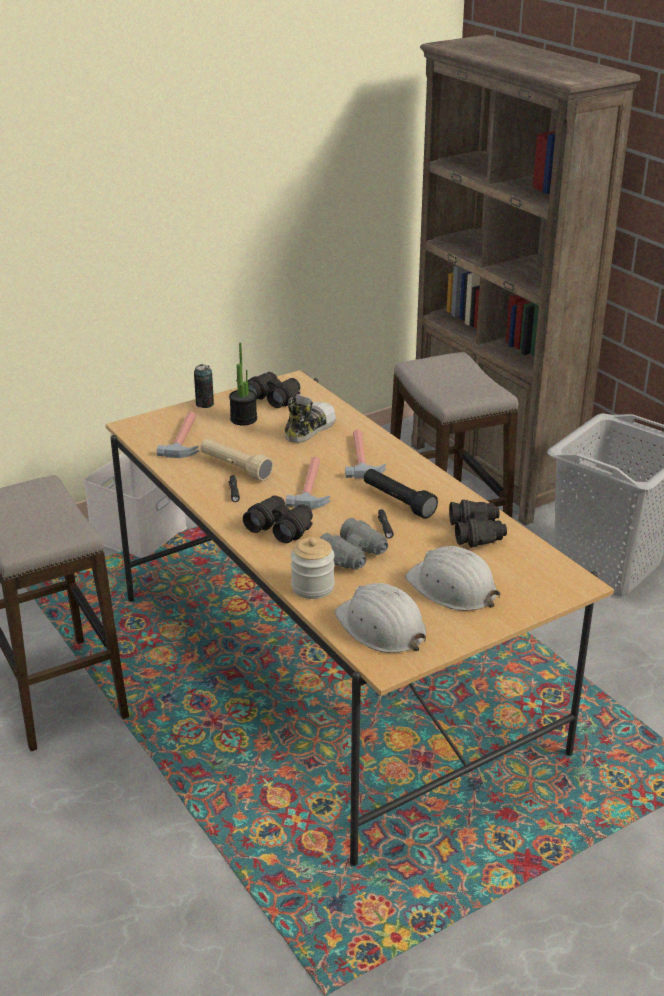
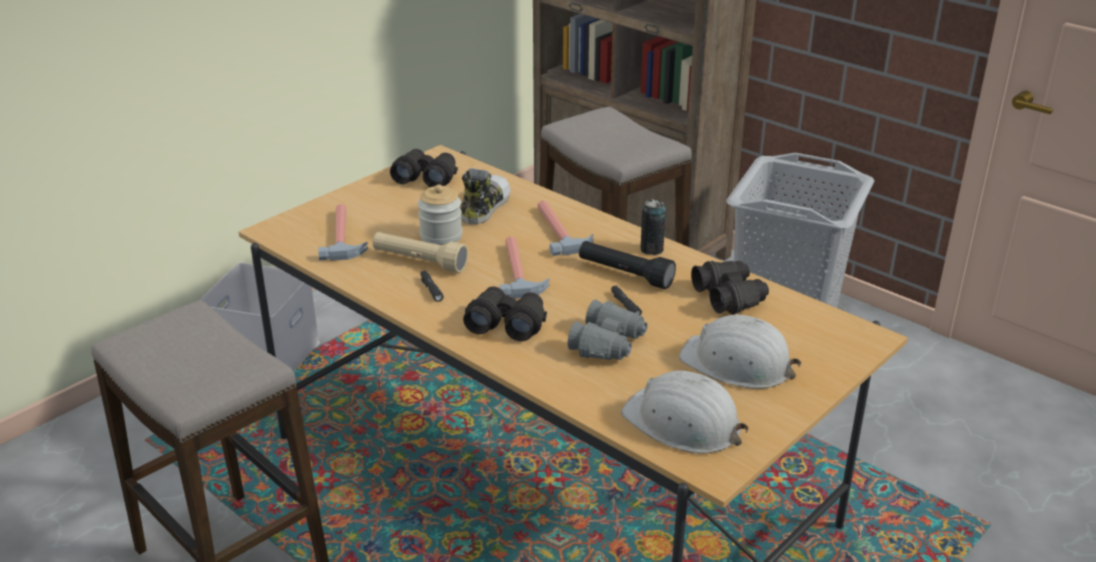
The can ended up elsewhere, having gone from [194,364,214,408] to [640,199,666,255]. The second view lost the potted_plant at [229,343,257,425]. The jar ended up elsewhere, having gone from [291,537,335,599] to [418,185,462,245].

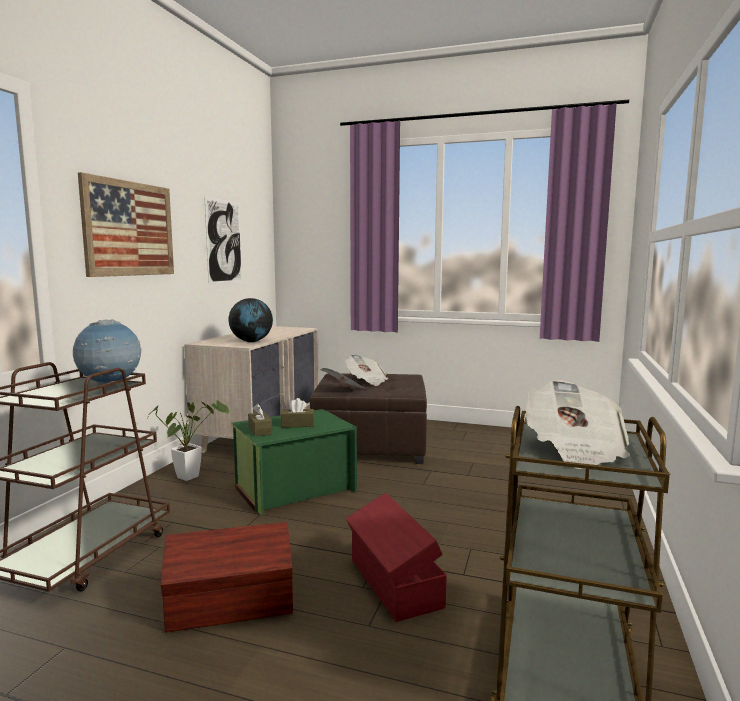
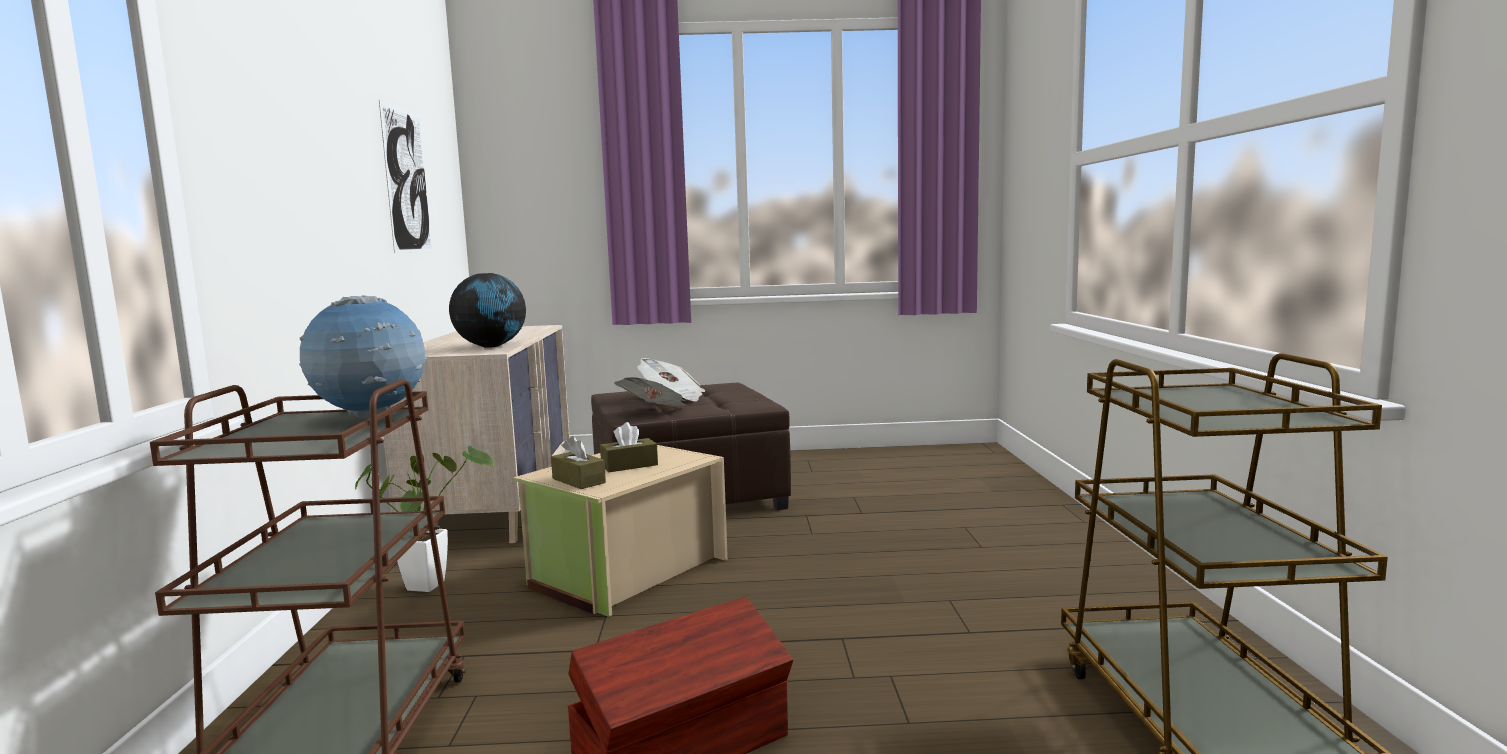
The second view lost the picture at [78,172,174,277]. What was the green_storage_box at [231,409,357,515] turned into the beige_storage_box at [513,445,728,617]. The second view lost the red_storage_box at [346,493,447,622]. The second view lost the newspaper at [524,380,630,469].

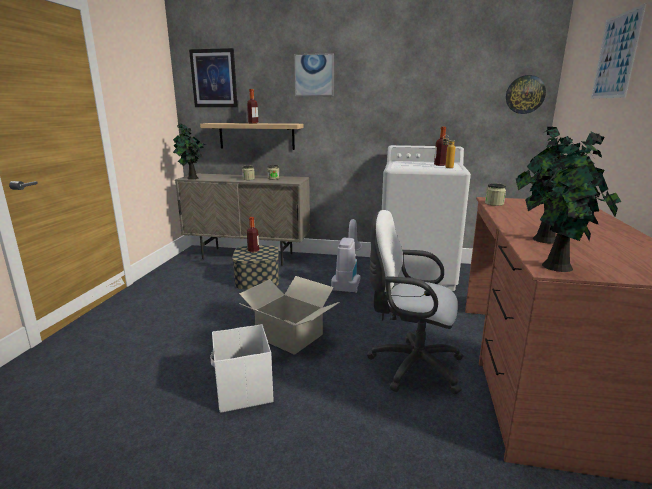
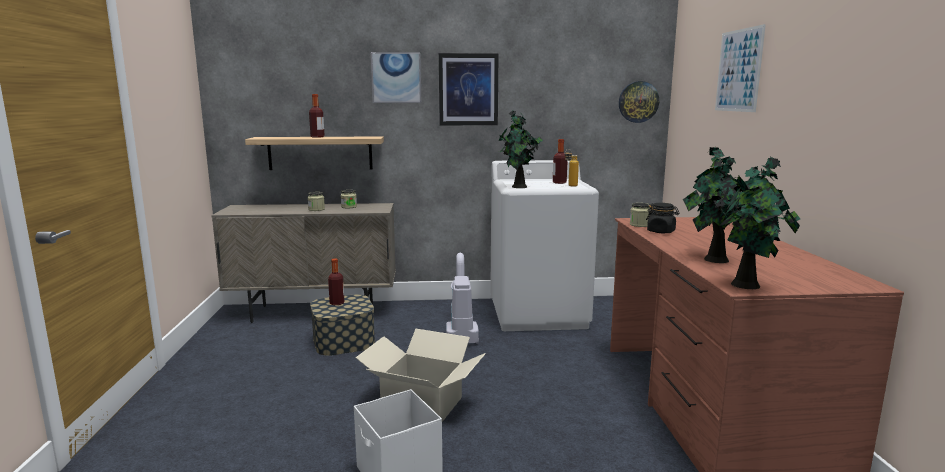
The potted_plant ended up elsewhere, having gone from [173,124,206,180] to [499,110,543,188]. The picture ended up elsewhere, having gone from [189,48,238,107] to [439,53,499,125]. The second view lost the white_office_chair at [367,210,463,394]. The second view gained the black_jar at [646,203,680,233].

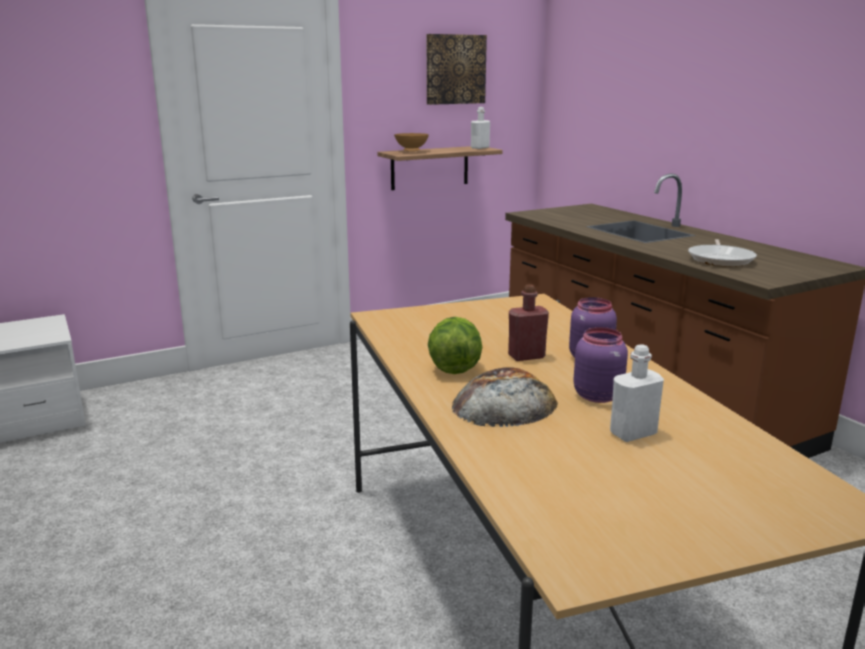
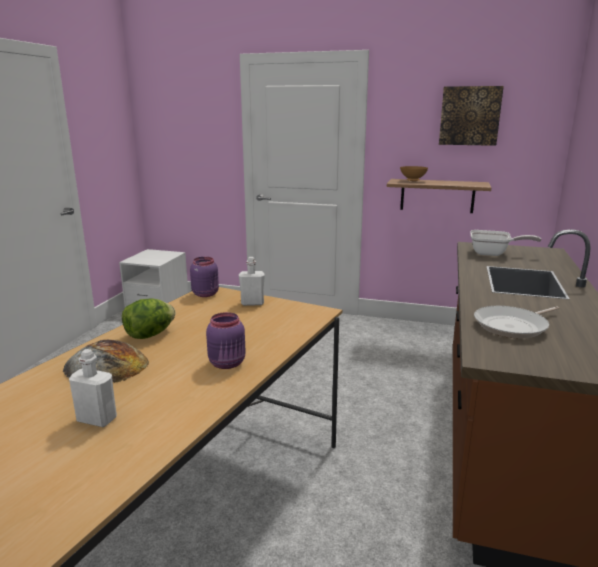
The white_bottle ended up elsewhere, having gone from [471,107,490,149] to [239,257,265,306]. The second view lost the red_bottle at [508,284,549,361]. The purple_jar ended up elsewhere, having gone from [573,327,628,403] to [190,257,219,297]. The second view gained the frying_pan at [470,230,541,256].

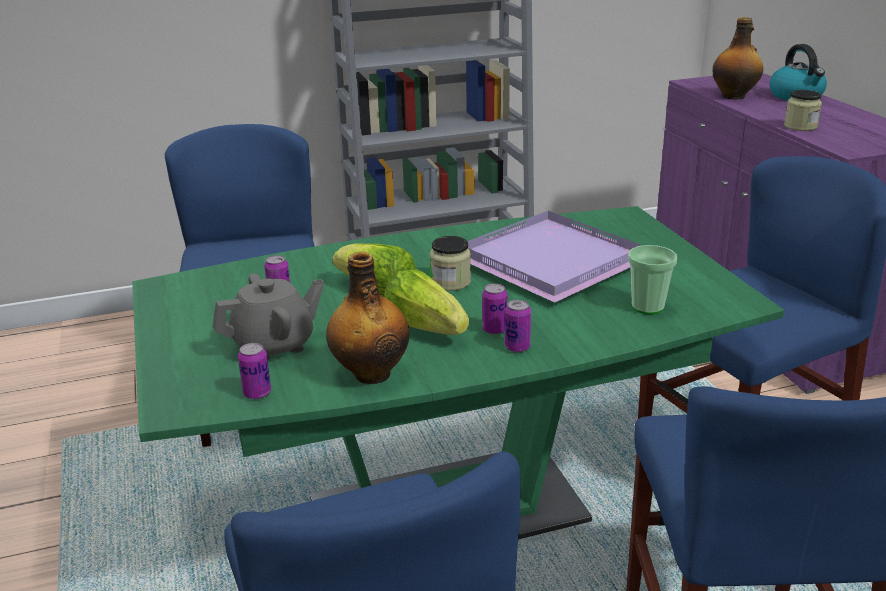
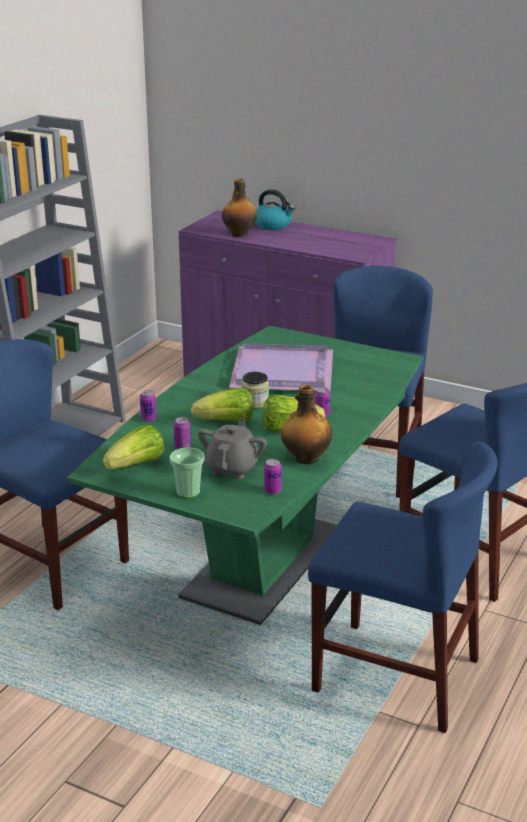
The can ended up elsewhere, having gone from [505,300,531,353] to [140,390,157,422]. The cup ended up elsewhere, having gone from [628,245,677,314] to [169,447,205,499]. The second view lost the jar at [784,90,822,131]. The second view gained the lettuce at [103,425,164,470].

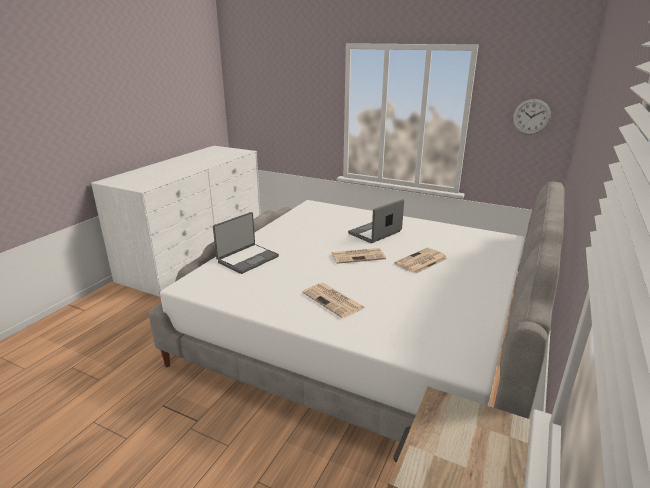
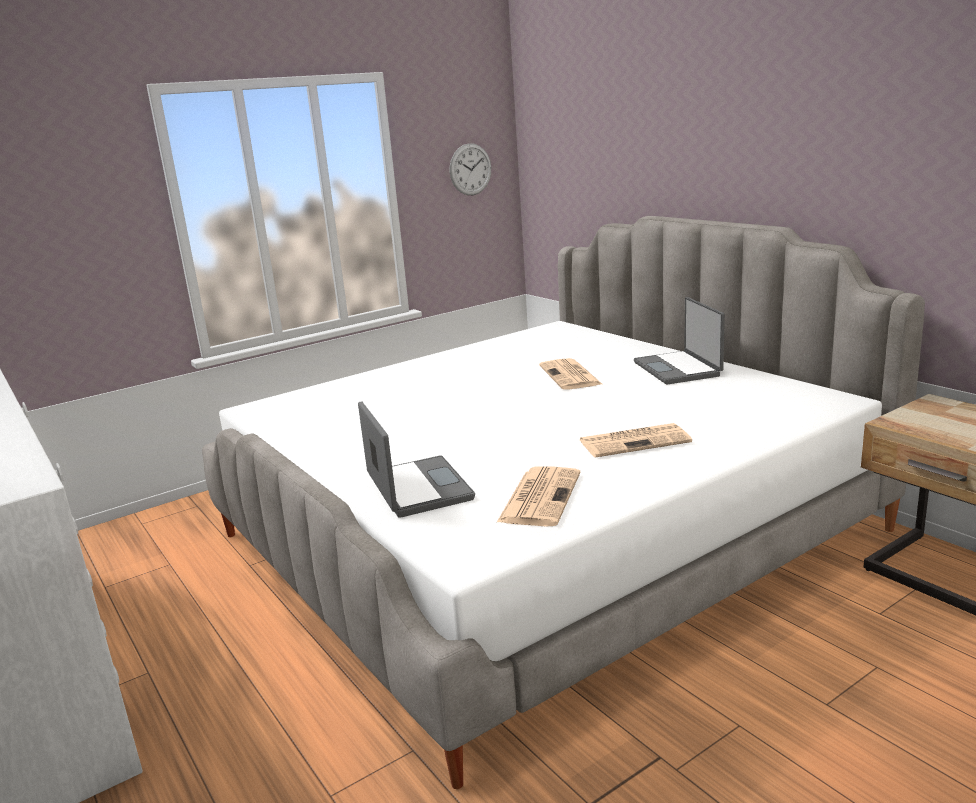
The newspaper ended up elsewhere, having gone from [331,248,386,264] to [496,466,580,526]. The laptop ended up elsewhere, having gone from [348,199,404,243] to [634,297,725,384].

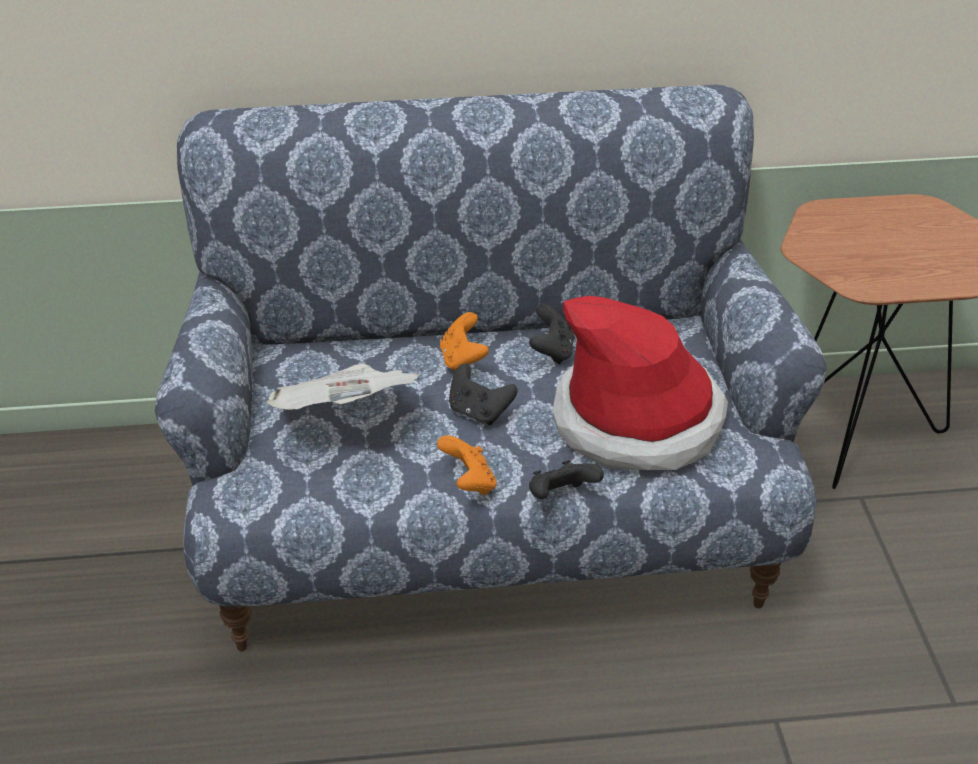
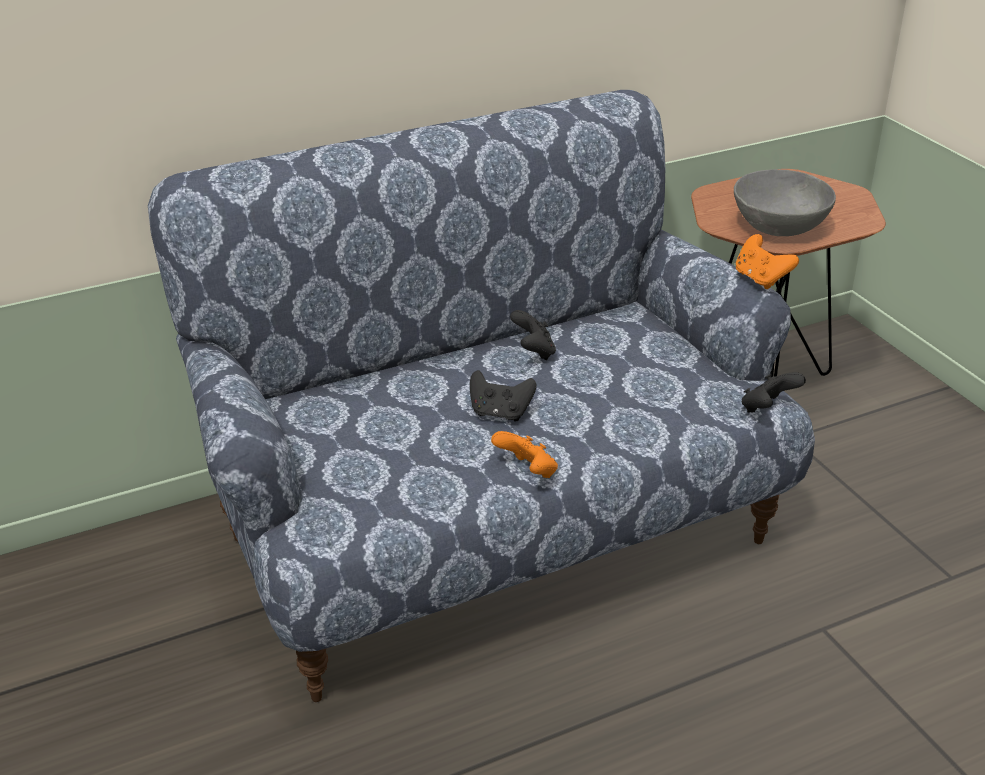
The second view lost the newspaper at [267,364,421,410]. The orange_game_controller ended up elsewhere, having gone from [440,312,489,371] to [736,234,799,289]. The black_game_controller ended up elsewhere, having gone from [529,460,604,499] to [742,372,806,413]. The second view lost the hat at [553,296,728,470]. The second view gained the grey_bowl at [734,169,836,236].

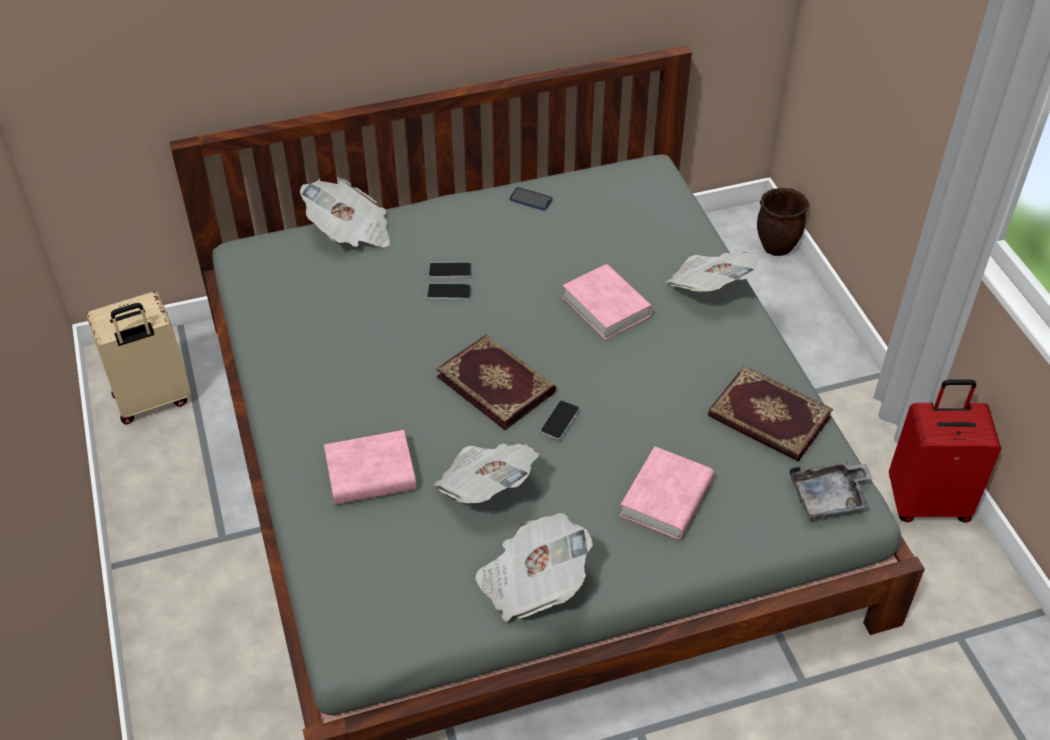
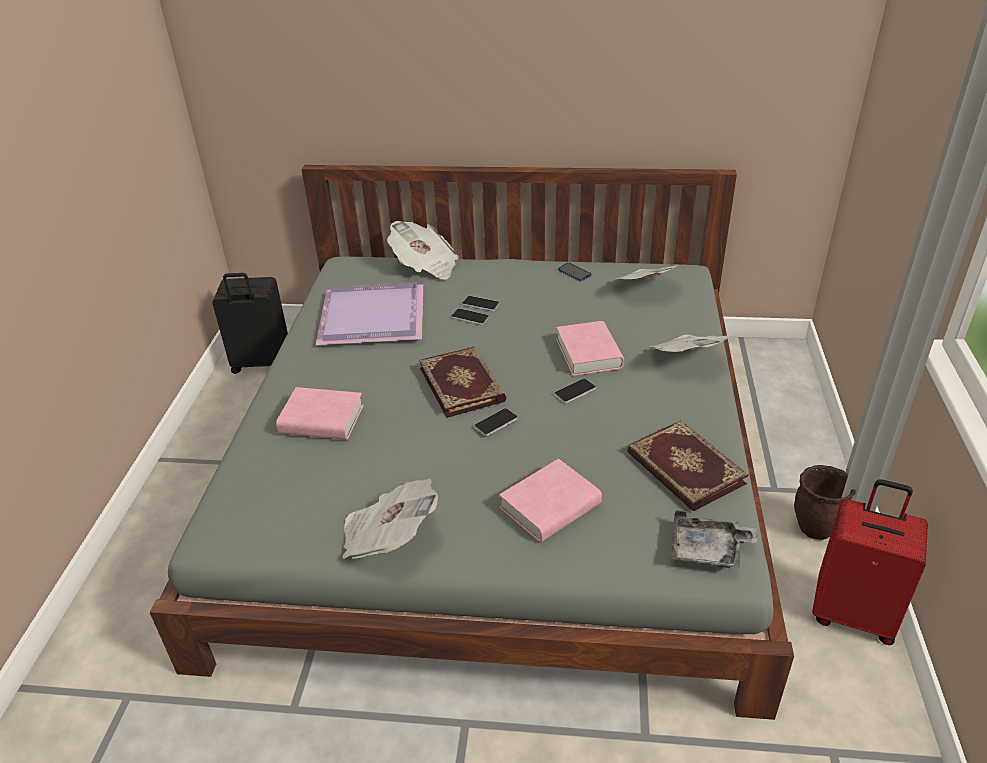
What was the beige_suitcase at [86,292,191,424] turned into the black_suitcase at [212,273,288,374]. The newspaper ended up elsewhere, having gone from [434,443,539,503] to [611,265,681,280]. The brown_planter ended up elsewhere, having gone from [757,188,809,256] to [794,465,856,540]. The second view gained the purple_tray at [316,282,423,345]. The second view gained the phone at [554,378,596,403].

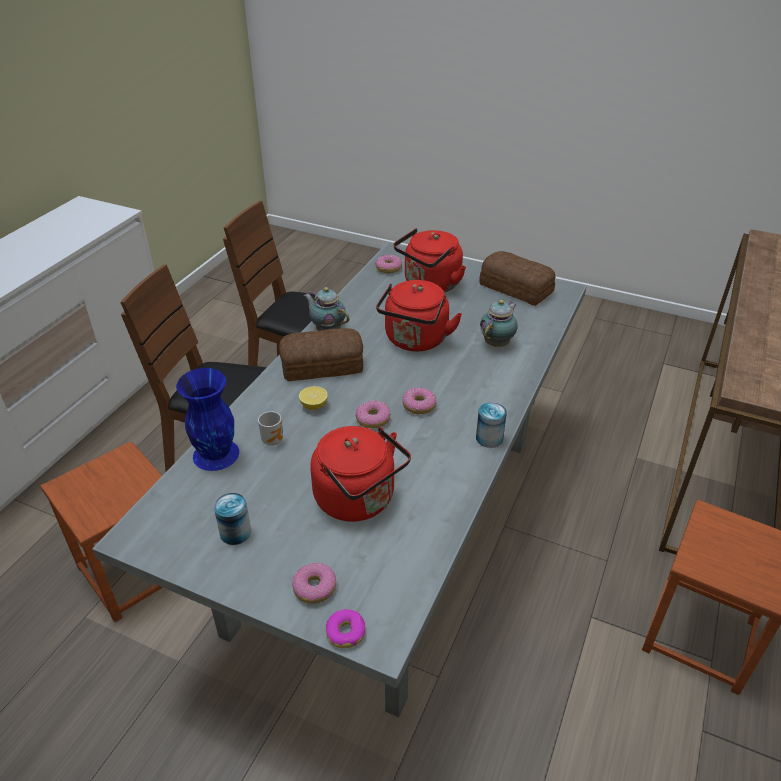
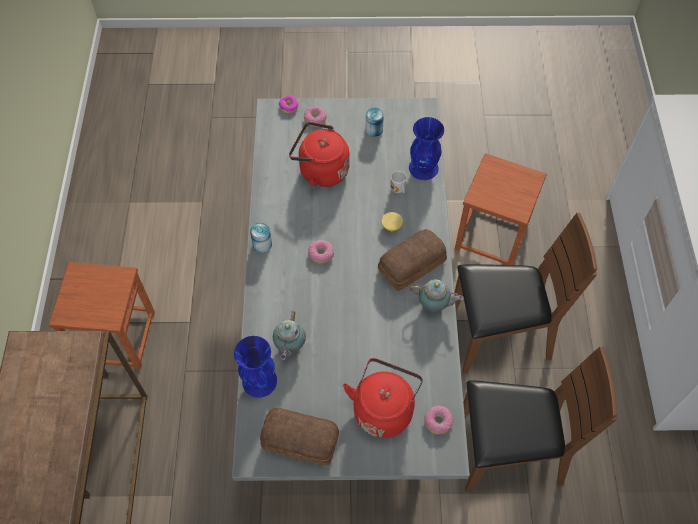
The second view lost the donut at [355,400,390,428]. The second view lost the red_kettle at [376,280,462,351]. The second view gained the blue_vase at [234,336,277,398].

